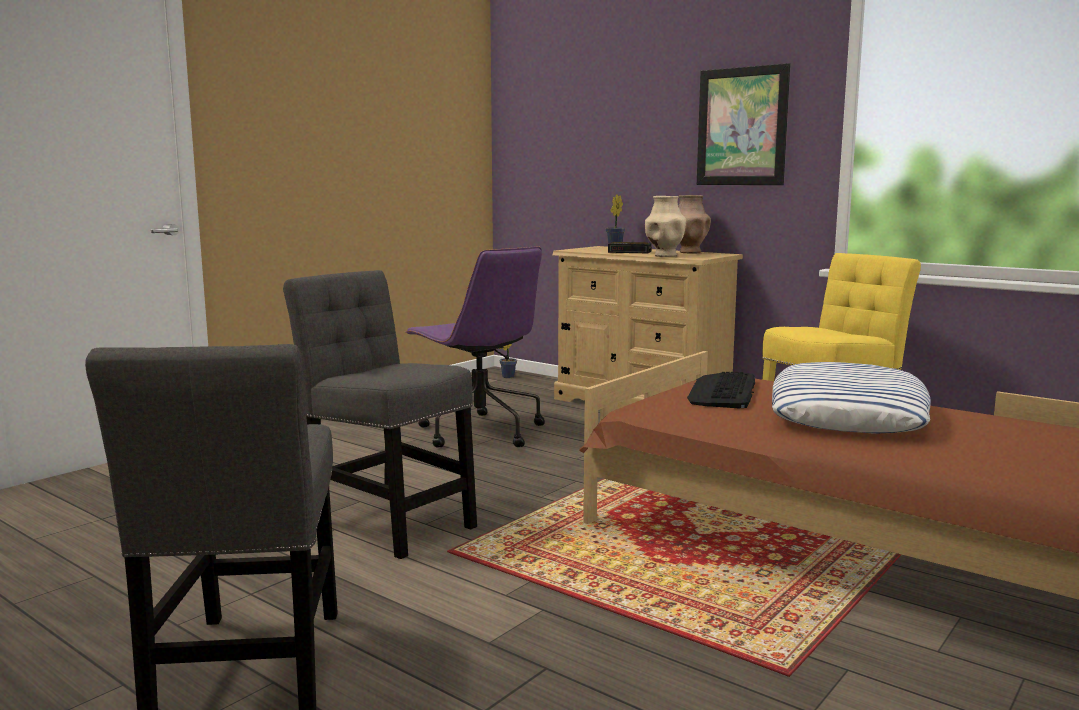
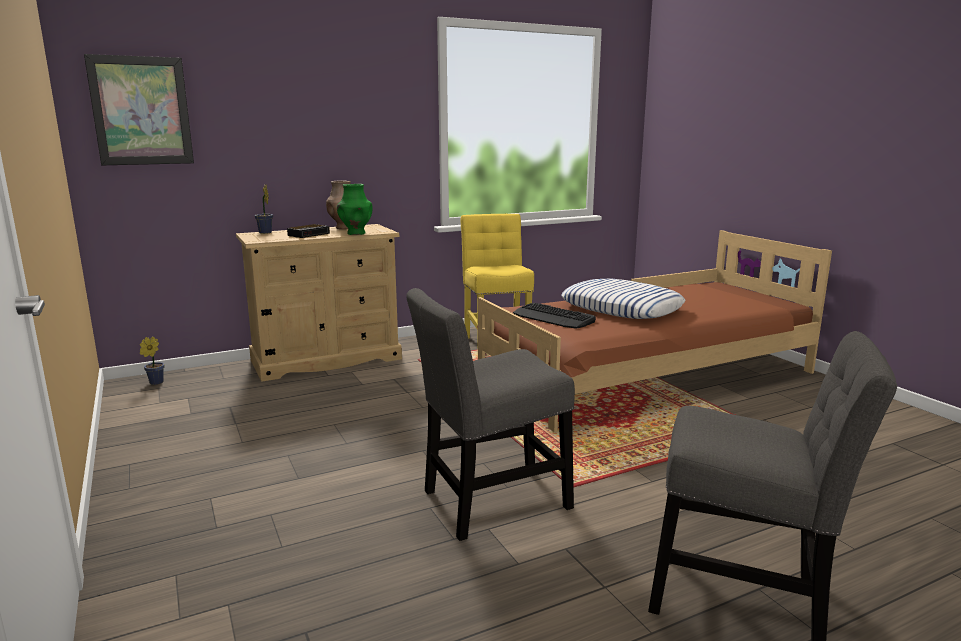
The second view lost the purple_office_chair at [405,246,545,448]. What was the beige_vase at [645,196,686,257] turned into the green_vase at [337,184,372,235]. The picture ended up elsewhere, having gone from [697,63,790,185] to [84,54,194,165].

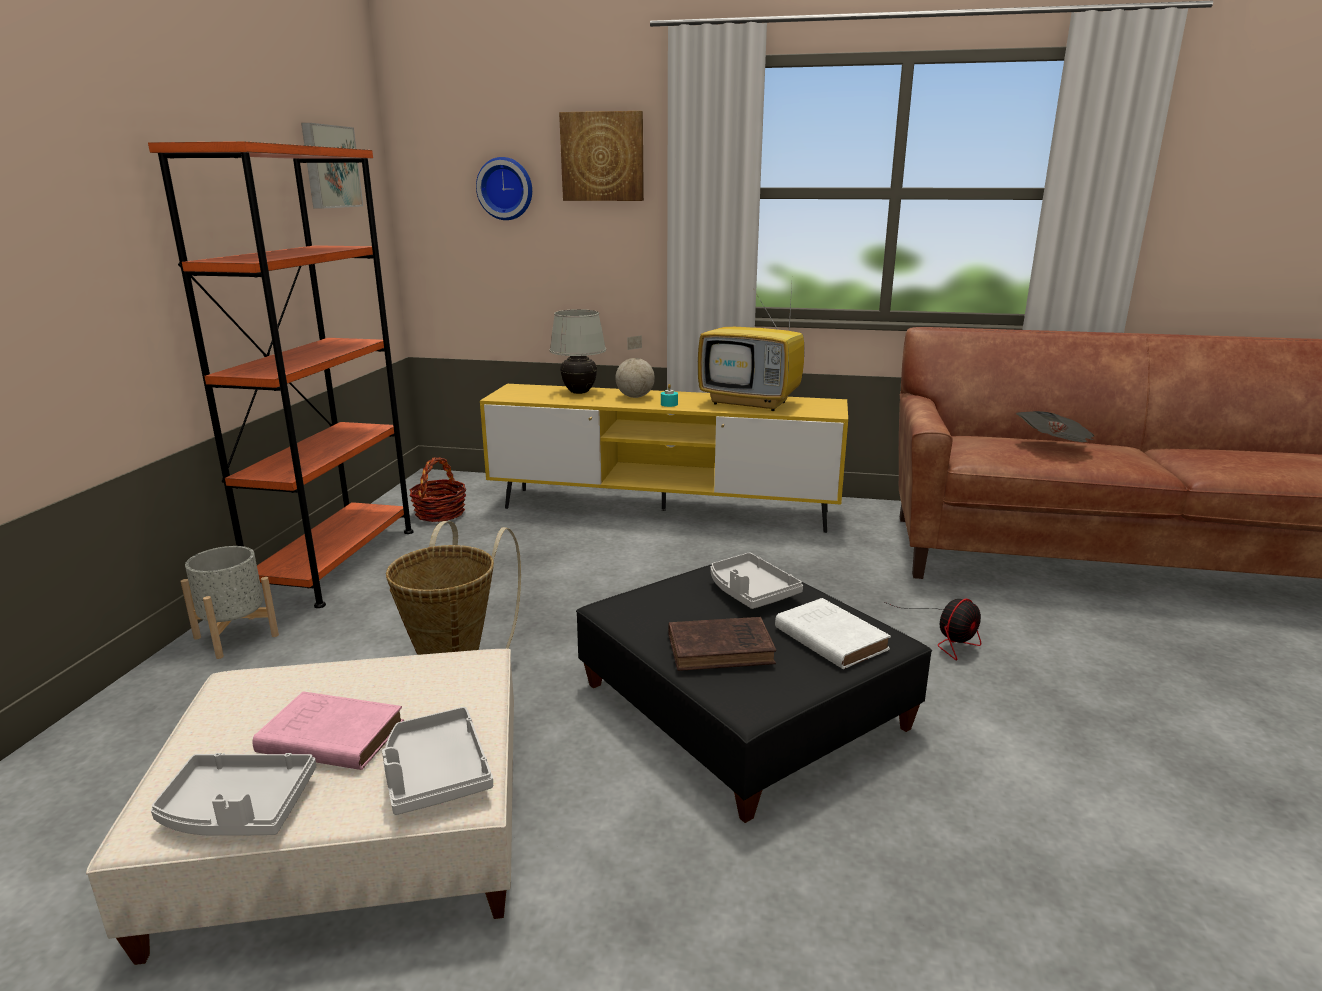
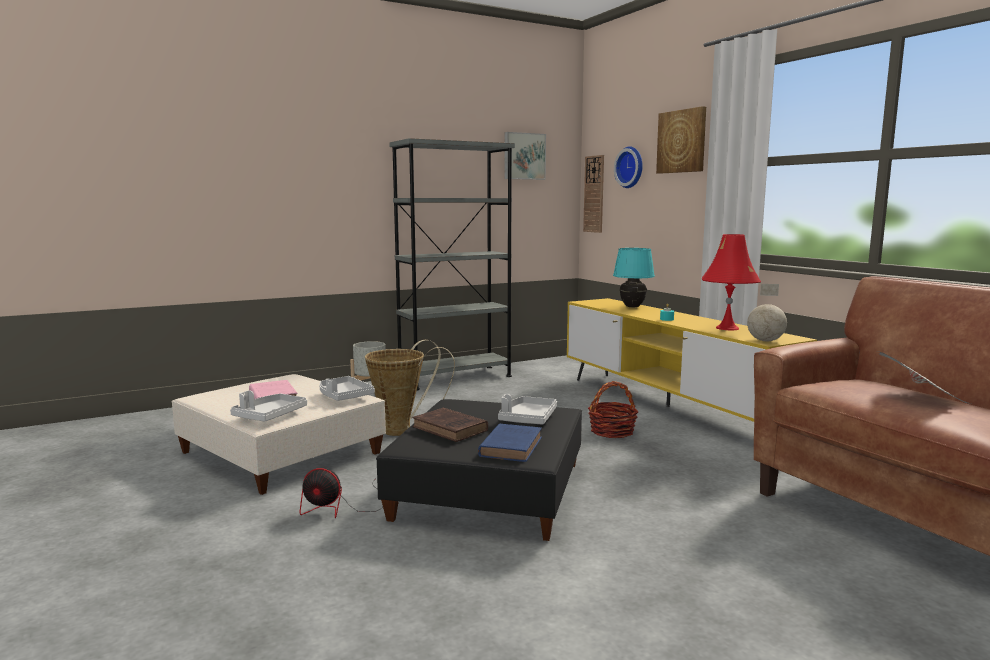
What was the orange_bookcase at [148,141,414,608] turned into the grey_bookcase at [390,138,515,390]. The grey_tray ended up elsewhere, having gone from [151,753,316,836] to [319,376,375,401]. The basket ended up elsewhere, having gone from [409,457,466,522] to [588,381,638,438]. What was the white_table_lamp at [550,309,606,394] turned into the turquoise_table_lamp at [613,248,655,307]. The globe ended up elsewhere, having gone from [615,335,655,398] to [747,284,787,341]. Where the television stood at [698,286,804,411], the red_table_lamp came to stand at [702,234,761,330]. What was the white_book at [775,598,891,669] turned into the blue_book at [478,423,542,462]. The fan ended up elsewhere, having gone from [885,599,981,661] to [300,468,382,518]. The second view gained the wall_clock at [583,155,604,233].

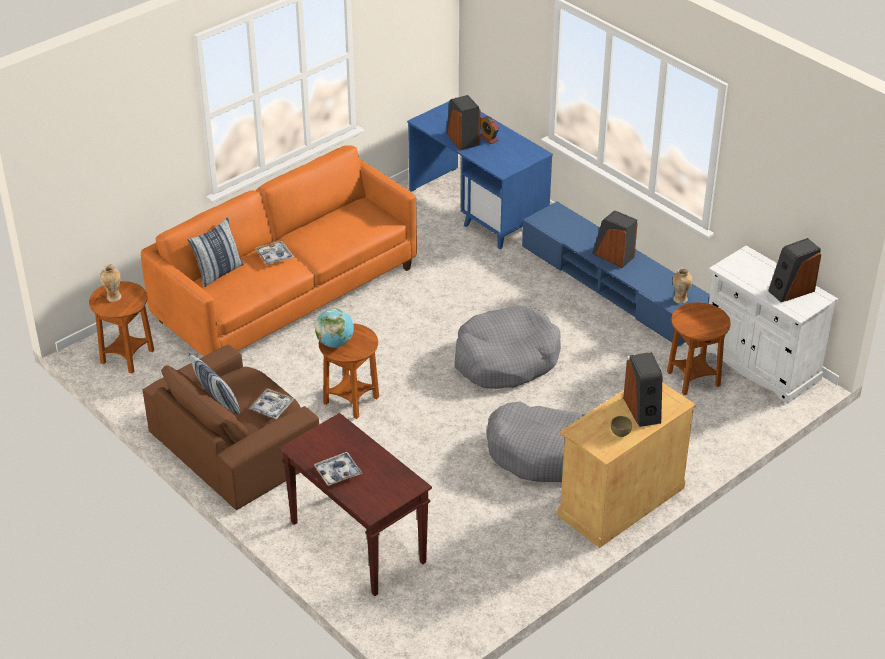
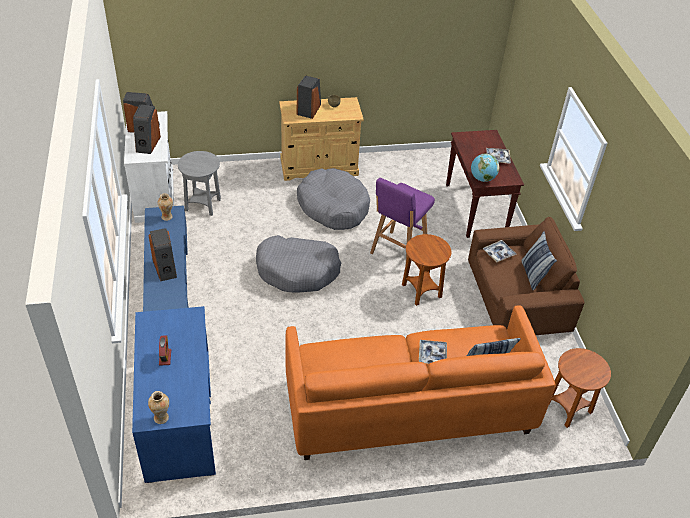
The vase ended up elsewhere, having gone from [100,264,121,302] to [148,391,169,424]. The globe ended up elsewhere, having gone from [315,308,354,347] to [471,154,499,182]. The speaker ended up elsewhere, having gone from [446,95,481,150] to [133,104,161,154]. What was the brown_side_table at [667,302,731,395] turned into the grey_side_table at [178,151,221,216]. The second view gained the purple_stool at [370,178,435,261].

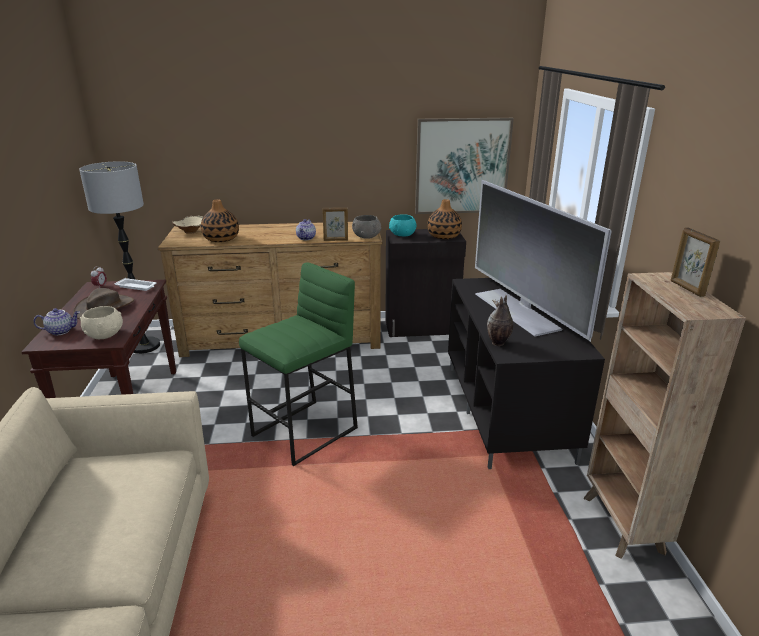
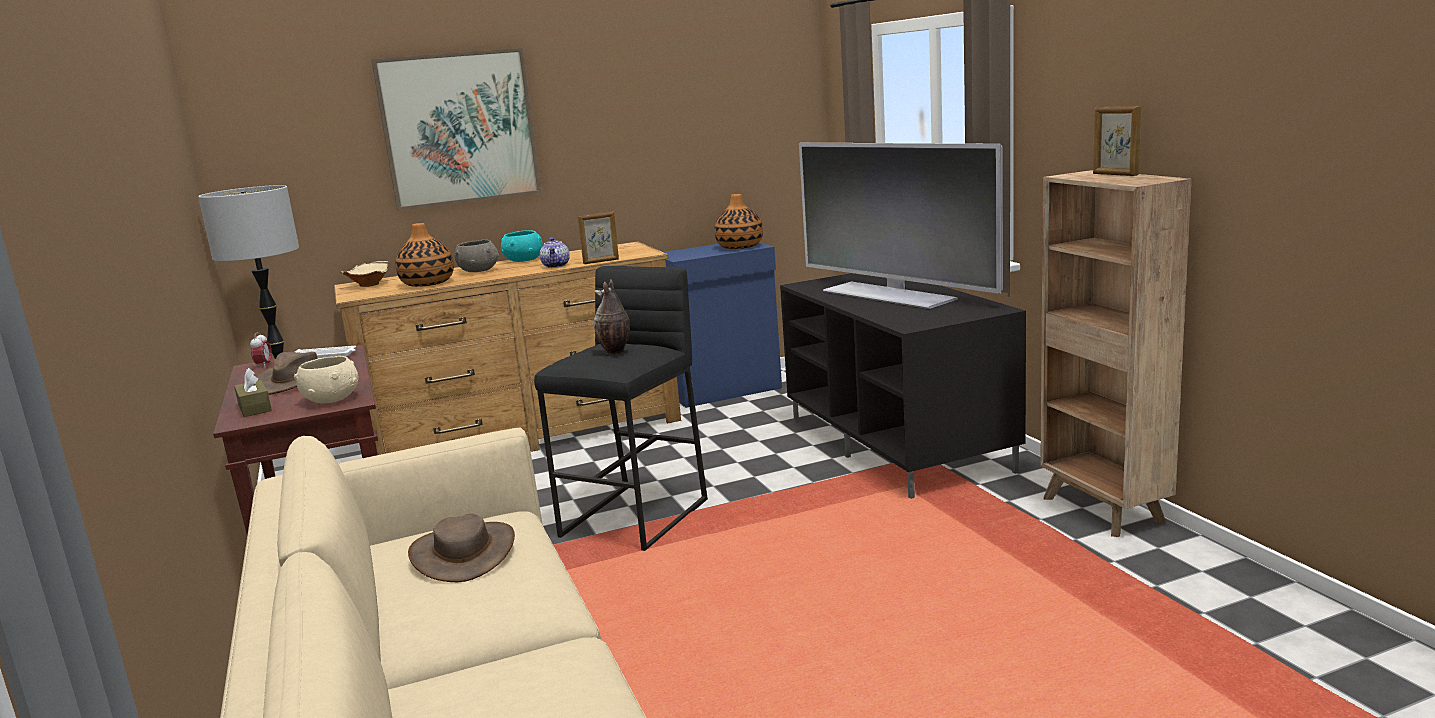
Where the teapot stood at [33,308,80,335], the brown_tissue_box came to stand at [234,368,272,417]. What was the green_stool at [239,262,358,466] turned into the black_stool at [534,266,708,551]. The grey_bowl ended up elsewhere, having gone from [352,215,381,239] to [454,240,499,272]. What was the black_cabinet at [385,229,466,337] turned into the blue_cabinet at [664,242,782,408]. The turquoise_bowl ended up elsewhere, having gone from [389,214,417,237] to [501,230,543,262]. The picture ended up elsewhere, having gone from [415,118,514,214] to [371,48,541,210]. The vase ended up elsewhere, having gone from [487,295,513,346] to [594,279,630,355]. The second view gained the brown_hat at [408,514,515,582].

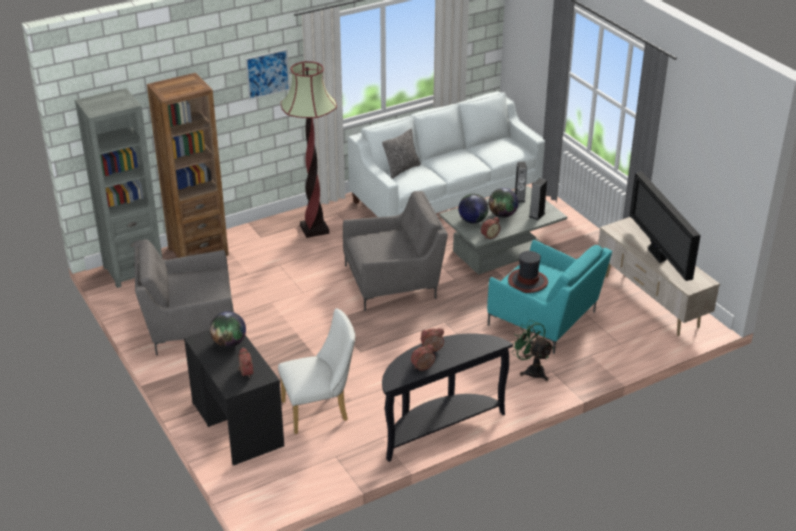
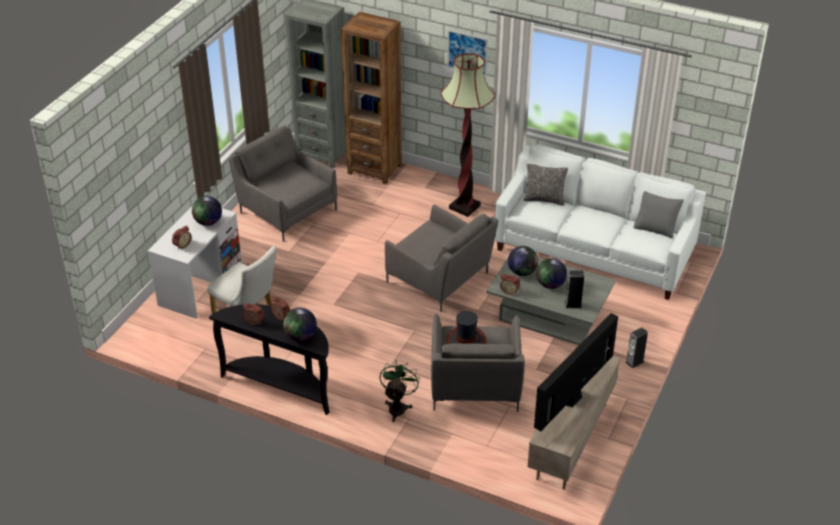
What was the black_desk at [184,330,284,466] turned into the white_desk at [148,207,242,319]. What was the turquoise_armchair at [487,240,612,354] turned into the grey_armchair at [431,314,525,412]. The speaker ended up elsewhere, having gone from [515,162,527,202] to [625,327,648,369]. The second view gained the globe at [283,308,317,341]. The second view gained the grey_pillow at [633,191,684,239].

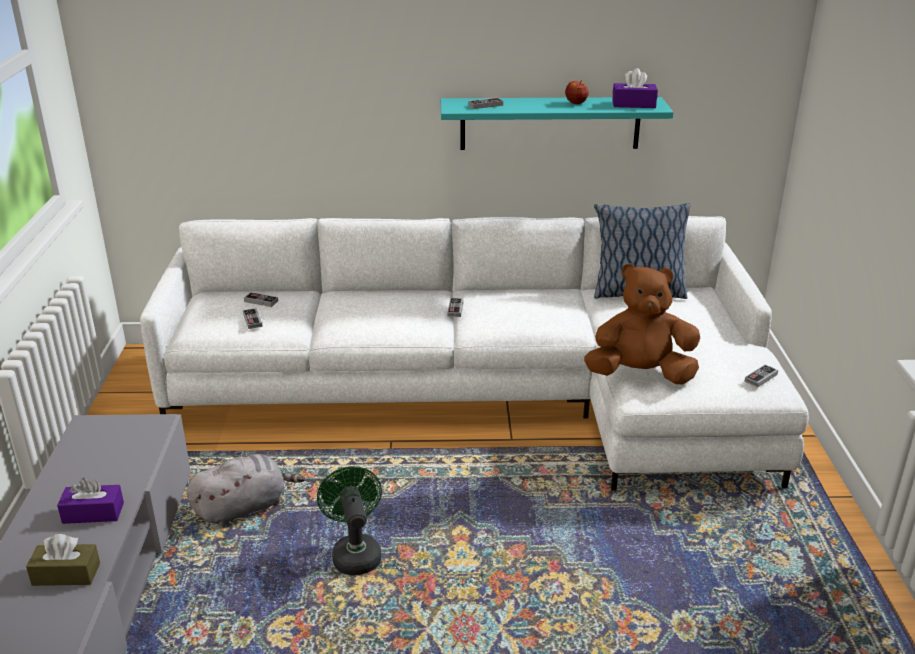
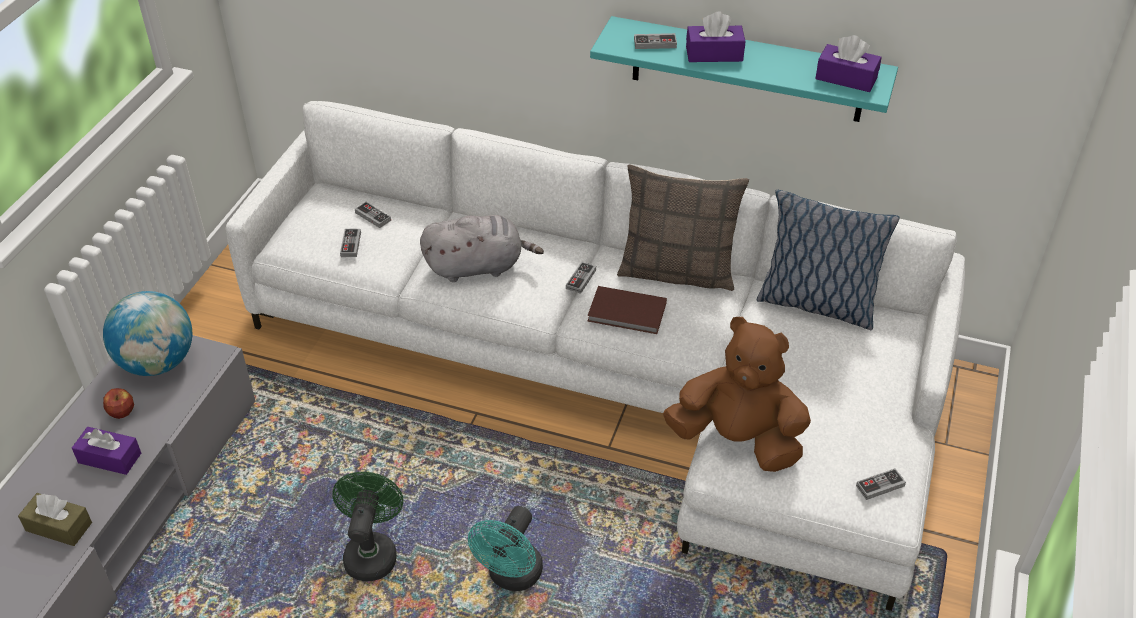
The grey_plush_toy ended up elsewhere, having gone from [186,454,305,526] to [420,215,544,282]. The apple ended up elsewhere, having gone from [565,81,589,104] to [103,388,134,419]. The second view gained the globe at [103,291,192,376]. The second view gained the turquoise_fan at [468,506,543,591]. The second view gained the brown_book at [587,286,667,334]. The second view gained the pillow at [617,164,749,291]. The second view gained the purple_tissue_box at [686,11,745,62].

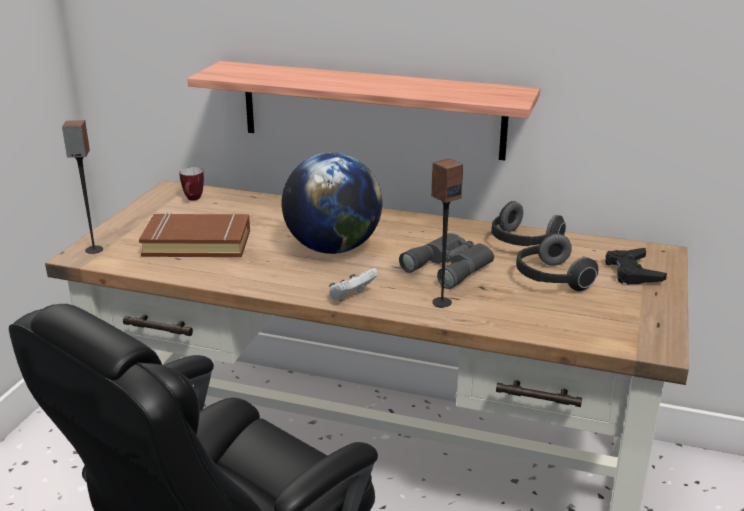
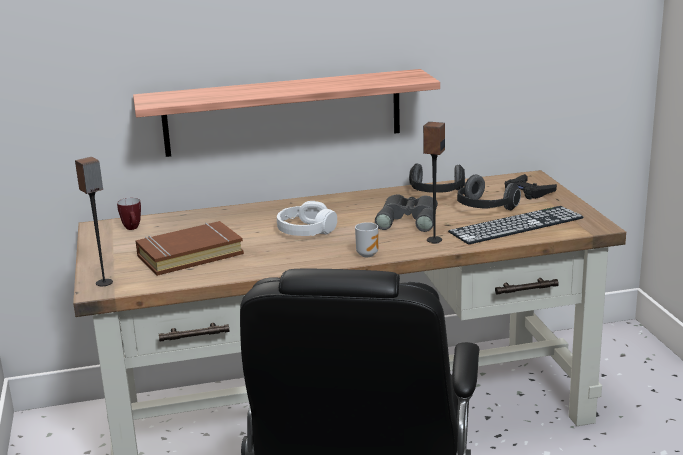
Where the globe stood at [282,153,382,254], the white_headphones came to stand at [277,201,337,236]. Where the white_game_controller stood at [329,268,378,301], the mug came to stand at [355,222,378,257]. The second view gained the keyboard at [448,206,583,245].

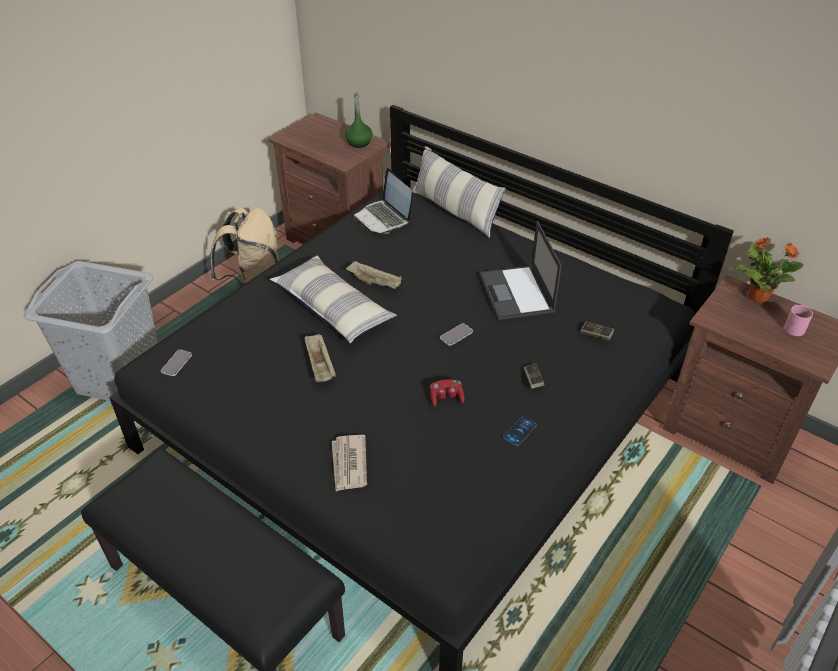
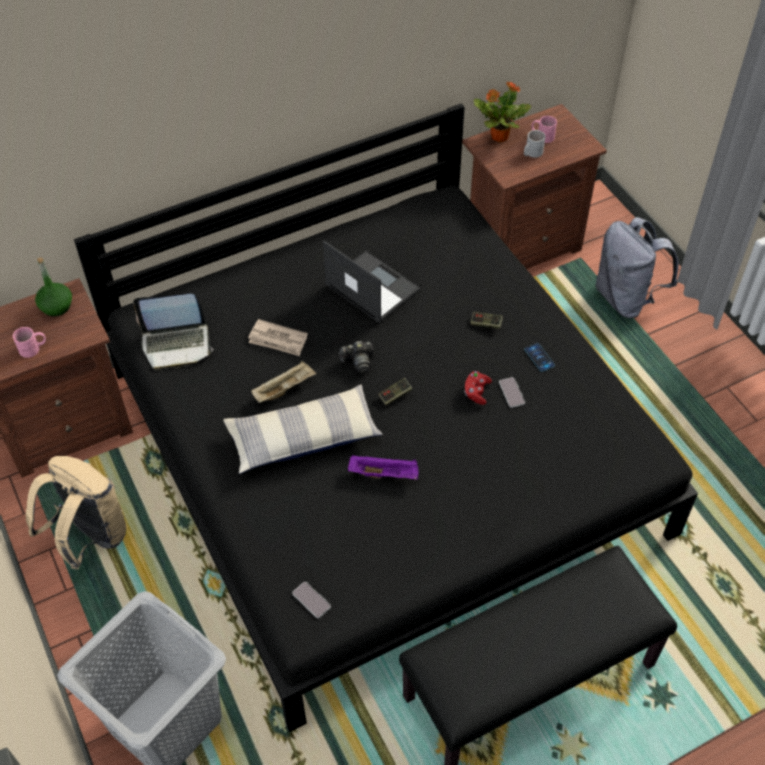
What was the beige_tray at [305,334,336,382] turned into the purple_tray at [348,455,419,480]. The newspaper ended up elsewhere, having gone from [332,435,367,491] to [248,319,308,356]. The second view lost the pillow at [412,146,506,238]. The phone ended up elsewhere, having gone from [440,323,473,346] to [499,377,525,408]. The laptop at [480,221,562,320] ended up facing another way, 150 degrees counterclockwise from before. The game_controller ended up elsewhere, having gone from [581,321,614,341] to [378,378,412,405]. The second view gained the pink_mug at [13,327,46,358]. The second view gained the photo_camera at [339,341,373,374]. The second view gained the white_mug at [524,130,545,158]. The second view gained the grey_backpack at [595,217,679,318].

